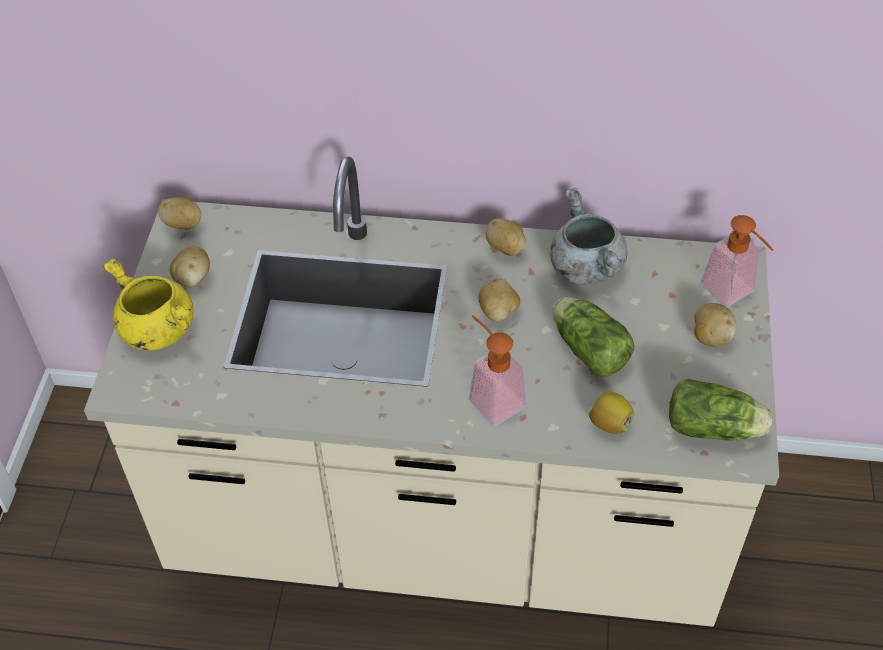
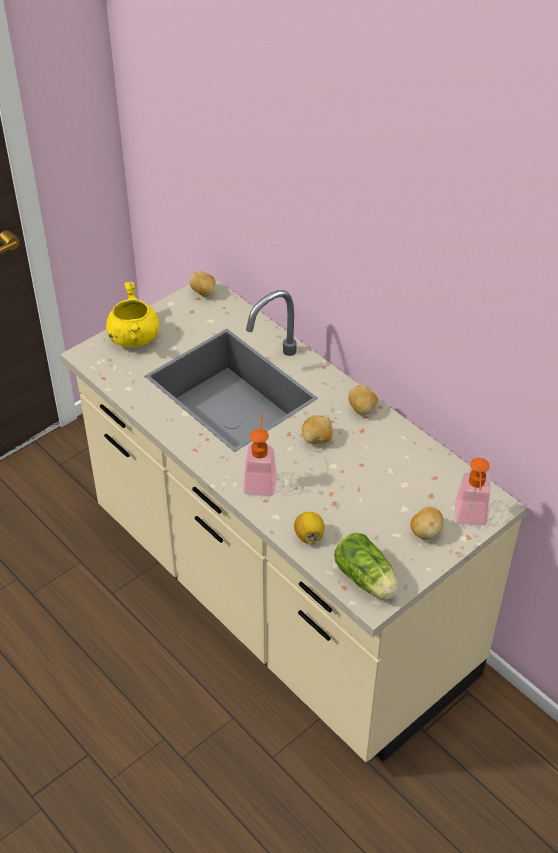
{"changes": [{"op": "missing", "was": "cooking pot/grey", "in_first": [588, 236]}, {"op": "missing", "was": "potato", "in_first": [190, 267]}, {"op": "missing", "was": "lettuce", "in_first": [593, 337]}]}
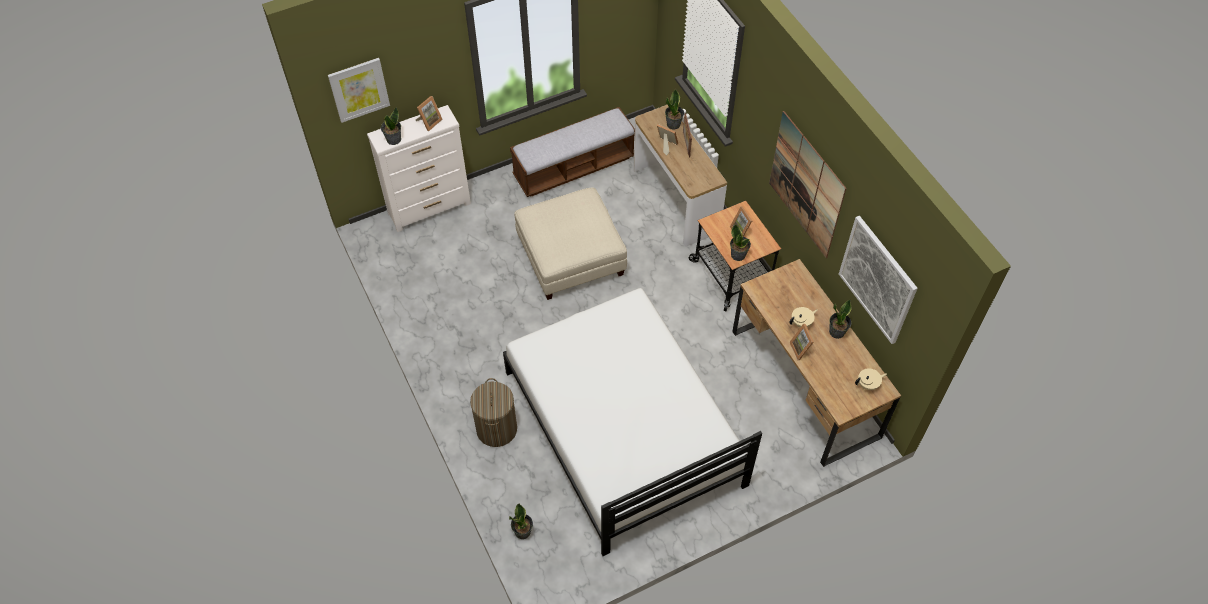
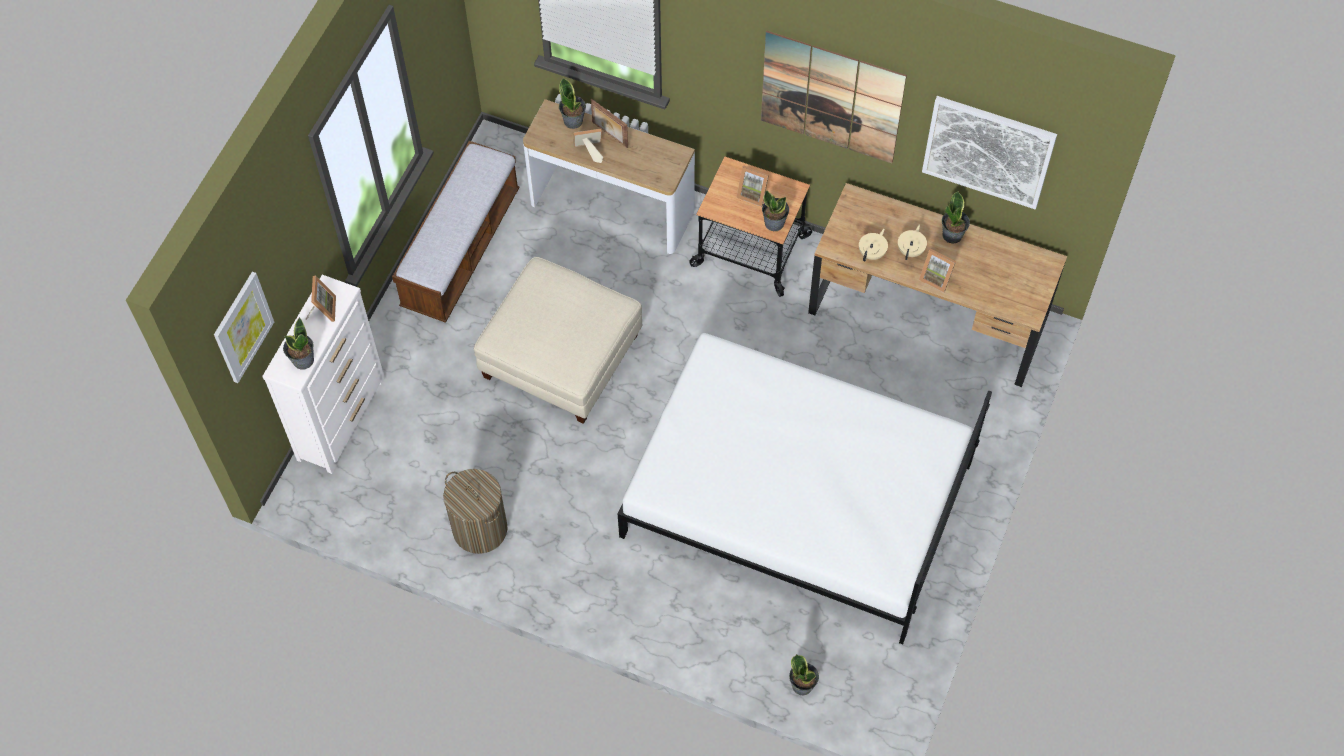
{"changes": [{"op": "relocated", "was": "teapot/beige", "in_first": [871, 379], "in_second": [873, 245]}, {"op": "relocated", "was": "laundry basket", "in_first": [493, 412], "in_second": [475, 511]}]}
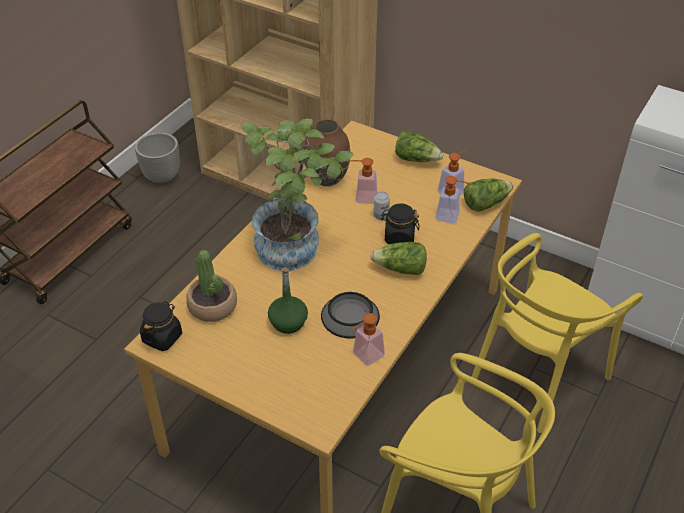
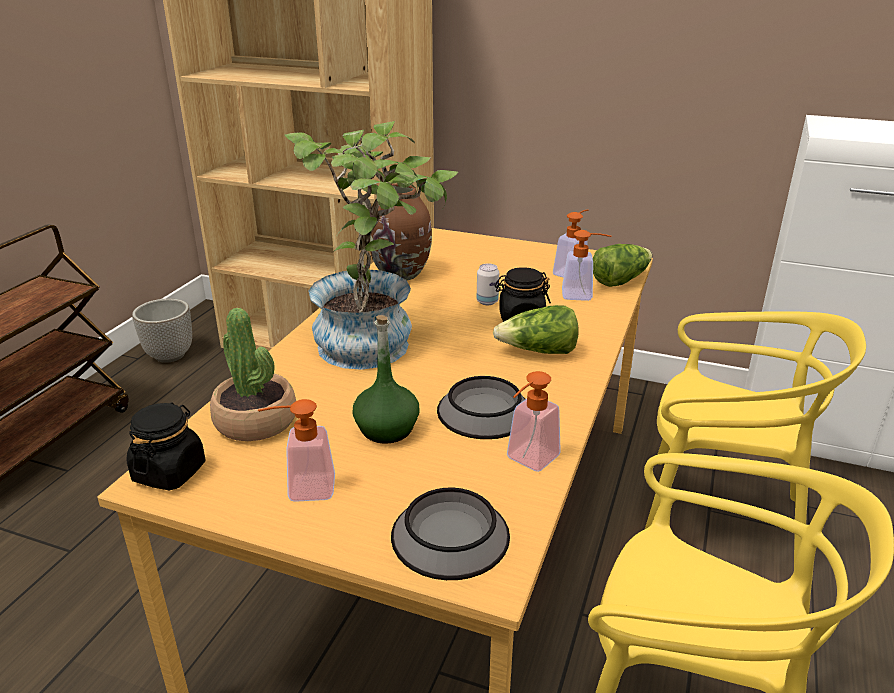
{"changes": [{"op": "missing", "was": "lettuce", "in_first": [419, 146]}, {"op": "relocated", "was": "soap dispenser", "in_first": [362, 181], "in_second": [296, 450]}, {"op": "spun", "was": "chair/yellow", "in_first": [557, 333], "in_second": [755, 440], "clockwise": -105}, {"op": "appeared", "now": "bowl", "in_second": [450, 534]}]}
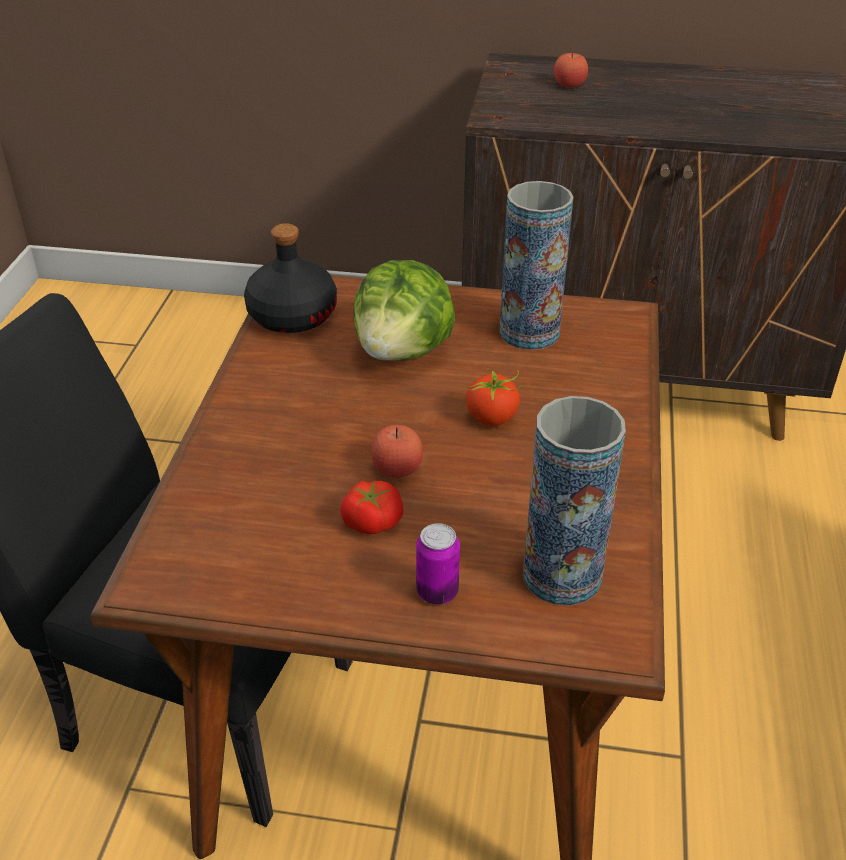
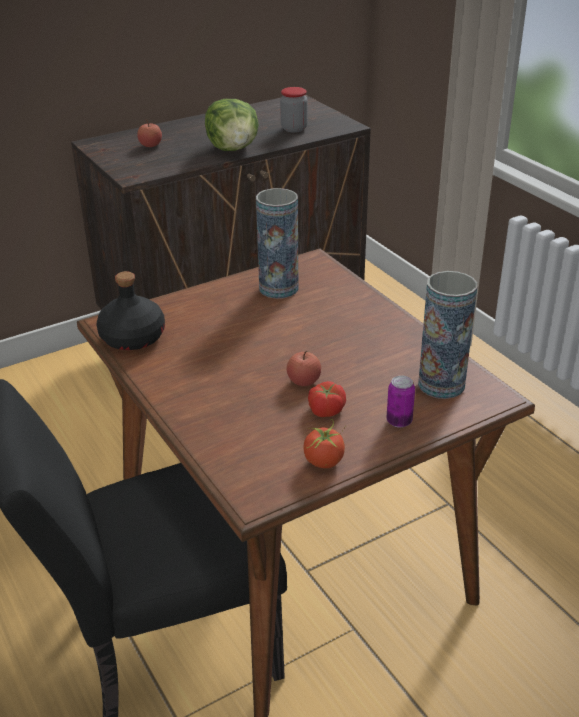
{"changes": [{"op": "relocated", "was": "lettuce", "in_first": [404, 310], "in_second": [232, 125]}, {"op": "relocated", "was": "tomato", "in_first": [494, 397], "in_second": [324, 443]}, {"op": "appeared", "now": "jar", "in_second": [294, 109]}]}
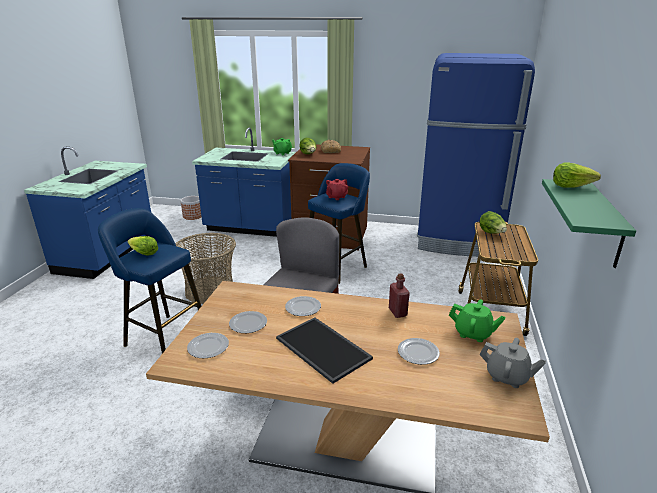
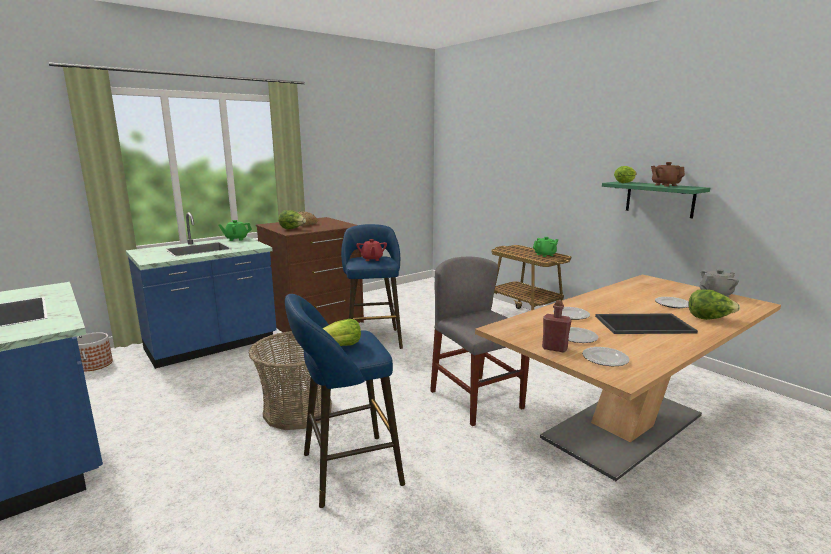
{"changes": [{"op": "missing", "was": "fridge/blue", "in_first": [476, 155]}, {"op": "relocated", "was": "lettuce", "in_first": [493, 222], "in_second": [714, 304]}, {"op": "relocated", "was": "bottle/red", "in_first": [399, 295], "in_second": [557, 326]}, {"op": "relocated", "was": "teapot/green", "in_first": [477, 320], "in_second": [546, 247]}, {"op": "appeared", "now": "teapot/brown", "in_second": [668, 174]}]}
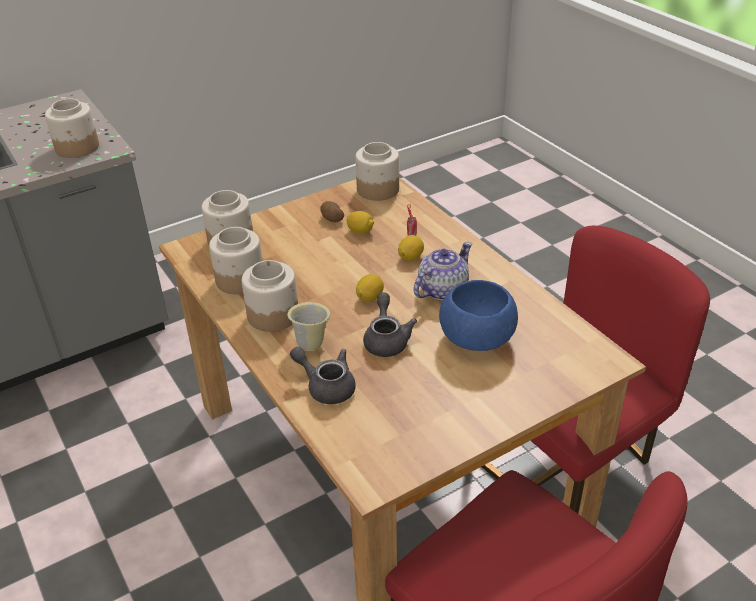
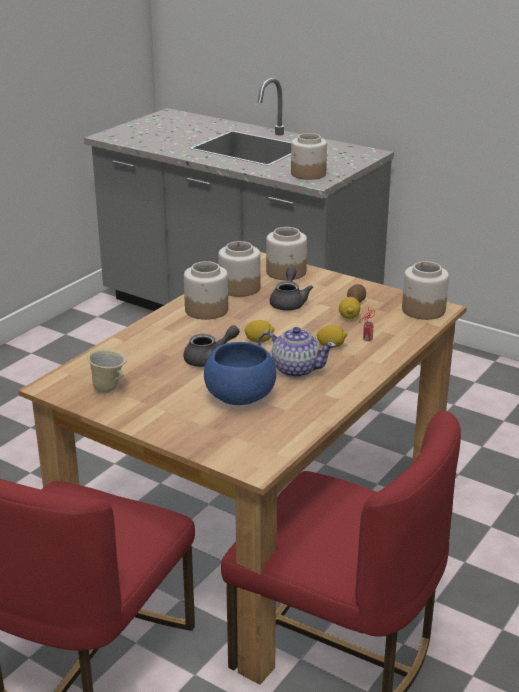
{"changes": [{"op": "relocated", "was": "mug/beige", "in_first": [308, 326], "in_second": [107, 370]}, {"op": "relocated", "was": "teapot/grey", "in_first": [323, 375], "in_second": [291, 289]}]}
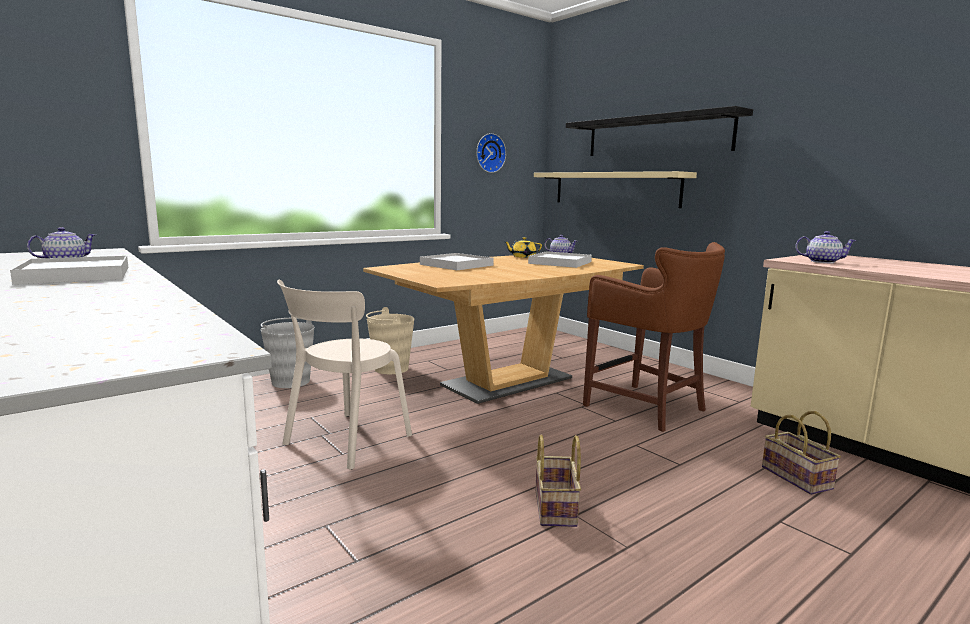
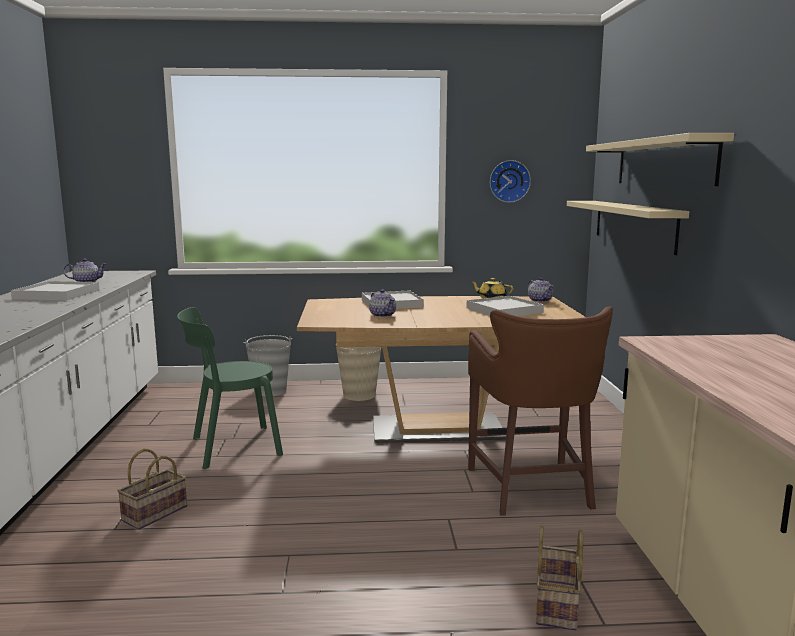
{"changes": [{"op": "colour", "was": "shelf/black", "now": "shelf/beige", "in_first": [659, 131], "in_second": [660, 159]}, {"op": "relocated", "was": "teapot", "in_first": [826, 247], "in_second": [382, 303]}, {"op": "colour", "was": "chair/beige", "now": "chair/green", "in_first": [344, 375], "in_second": [230, 388]}, {"op": "relocated", "was": "basket", "in_first": [558, 481], "in_second": [152, 489]}]}
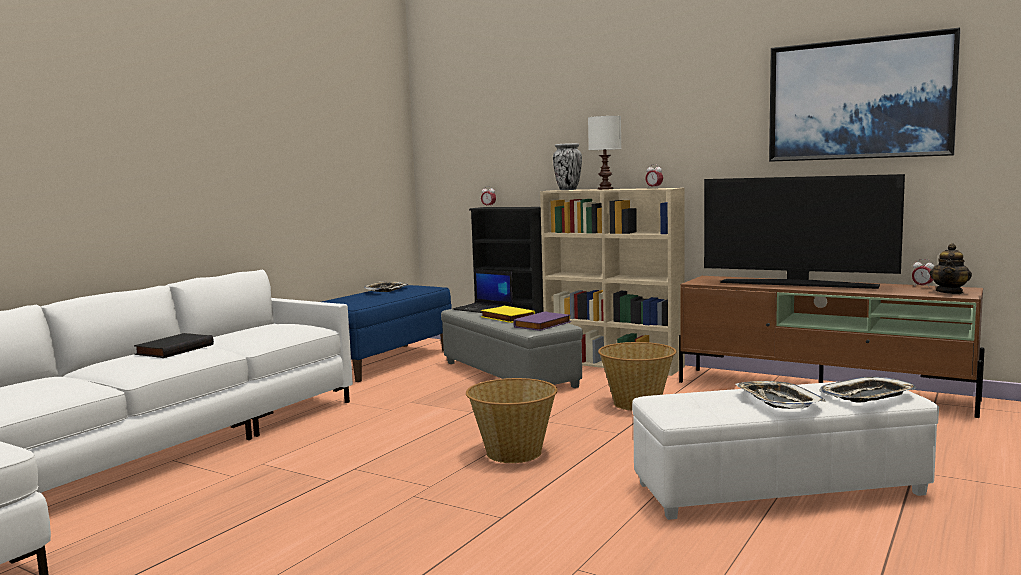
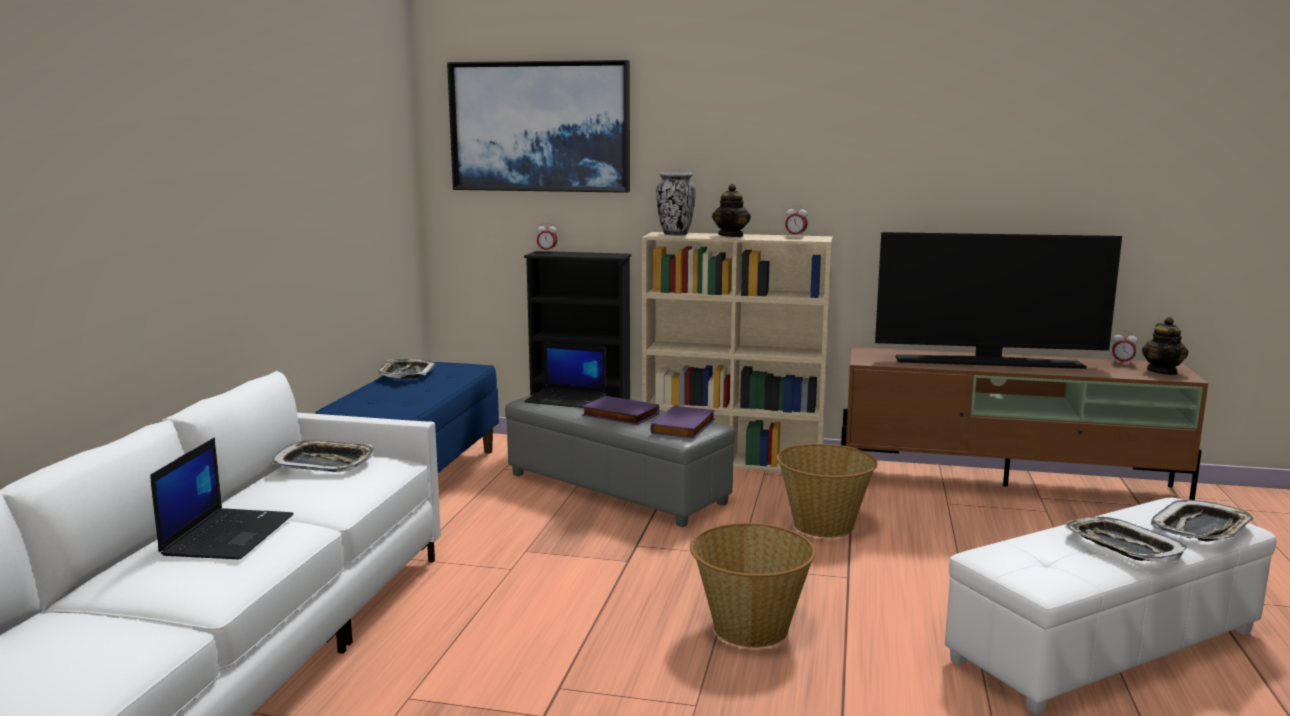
{"changes": [{"op": "relocated", "was": "picture", "in_first": [865, 94], "in_second": [538, 126]}, {"op": "exchanged", "was": "table lamp/white", "now": "teapot", "in_first": [604, 153], "in_second": [731, 210]}, {"op": "colour", "was": "book/yellow", "now": "book/purple", "in_first": [508, 314], "in_second": [620, 410]}, {"op": "exchanged", "was": "book/black", "now": "laptop", "in_first": [174, 345], "in_second": [222, 498]}, {"op": "appeared", "now": "tray", "in_second": [323, 456]}]}
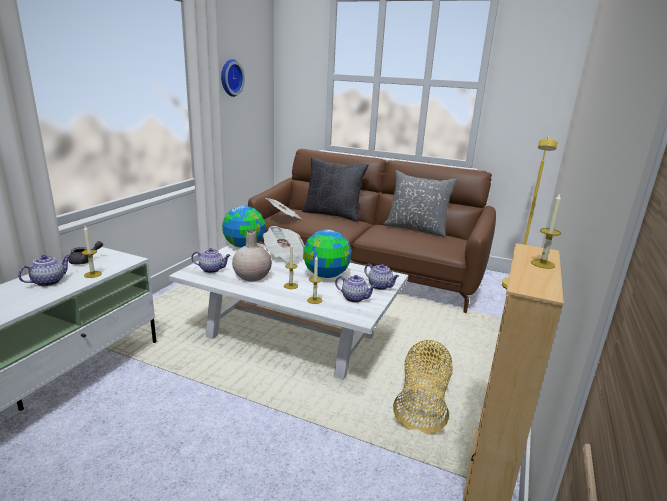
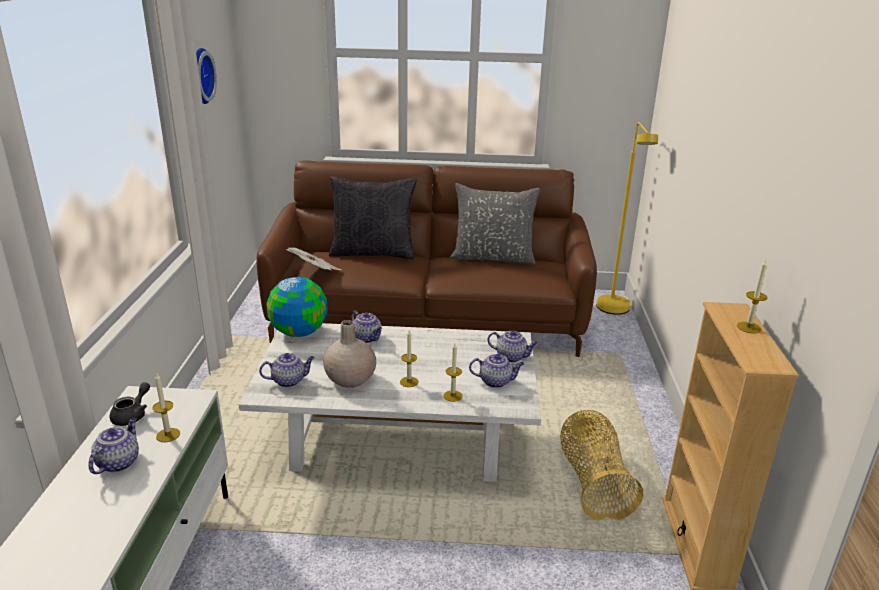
{"changes": [{"op": "exchanged", "was": "newspaper", "now": "teapot", "in_first": [284, 245], "in_second": [366, 327]}, {"op": "missing", "was": "globe", "in_first": [327, 254]}]}
